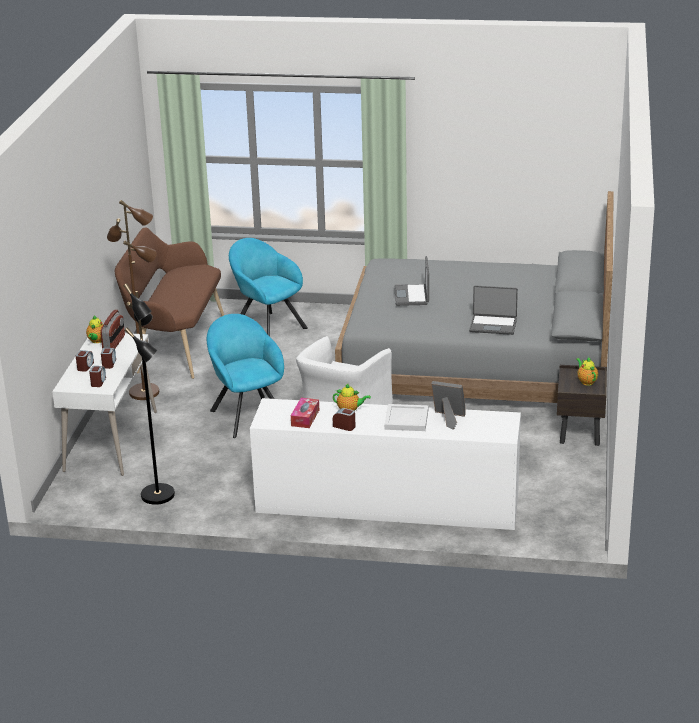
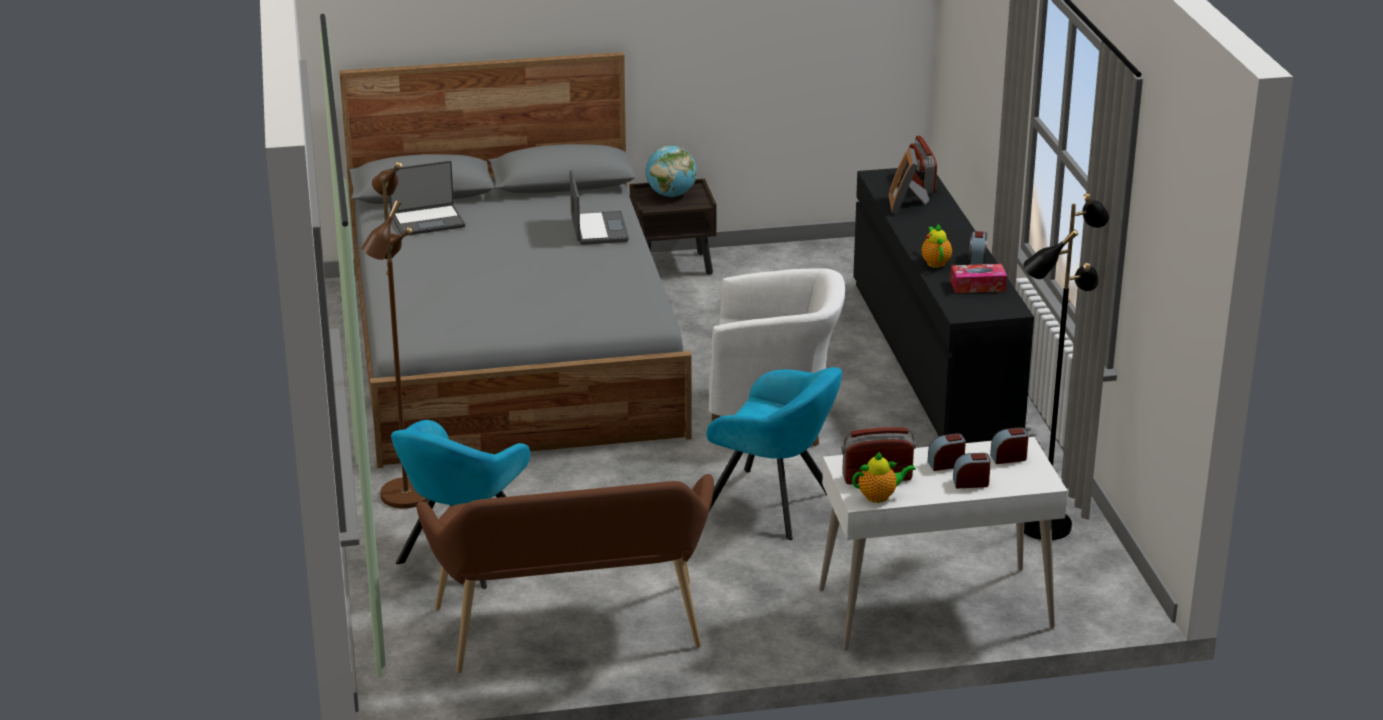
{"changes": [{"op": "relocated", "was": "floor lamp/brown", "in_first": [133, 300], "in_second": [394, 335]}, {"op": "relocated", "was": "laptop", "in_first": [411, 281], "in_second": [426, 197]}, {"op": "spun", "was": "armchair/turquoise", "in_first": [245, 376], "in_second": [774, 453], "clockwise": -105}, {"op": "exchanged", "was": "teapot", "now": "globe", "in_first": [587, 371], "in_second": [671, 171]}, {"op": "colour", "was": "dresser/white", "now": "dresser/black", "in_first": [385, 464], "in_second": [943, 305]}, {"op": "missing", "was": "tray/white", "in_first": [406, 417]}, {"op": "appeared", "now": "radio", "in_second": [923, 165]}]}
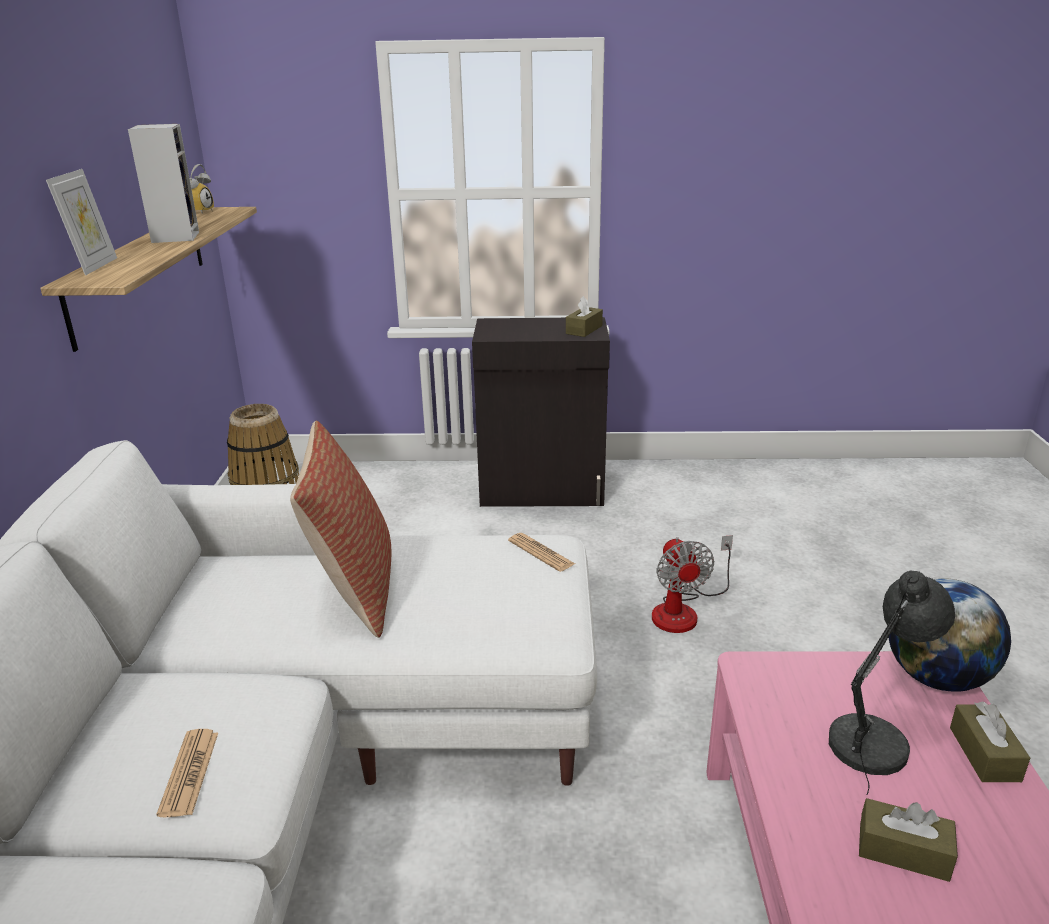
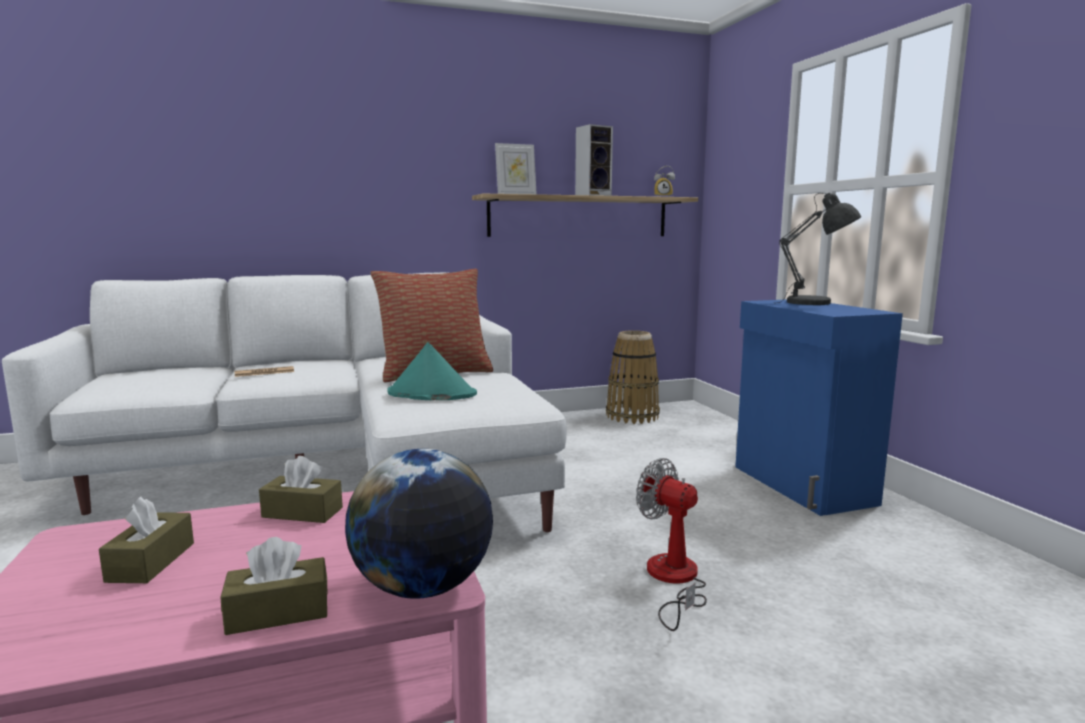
{"changes": [{"op": "relocated", "was": "tissue box/brown", "in_first": [584, 316], "in_second": [301, 489]}, {"op": "colour", "was": "cabinet/black", "now": "cabinet/blue", "in_first": [541, 412], "in_second": [819, 407]}, {"op": "missing", "was": "newspaper", "in_first": [541, 552]}, {"op": "spun", "was": "fan", "in_first": [692, 584], "in_second": [671, 544], "clockwise": 75}, {"op": "relocated", "was": "table lamp/grey", "in_first": [892, 683], "in_second": [819, 249]}, {"op": "appeared", "now": "hat/turquoise", "in_second": [432, 371]}]}
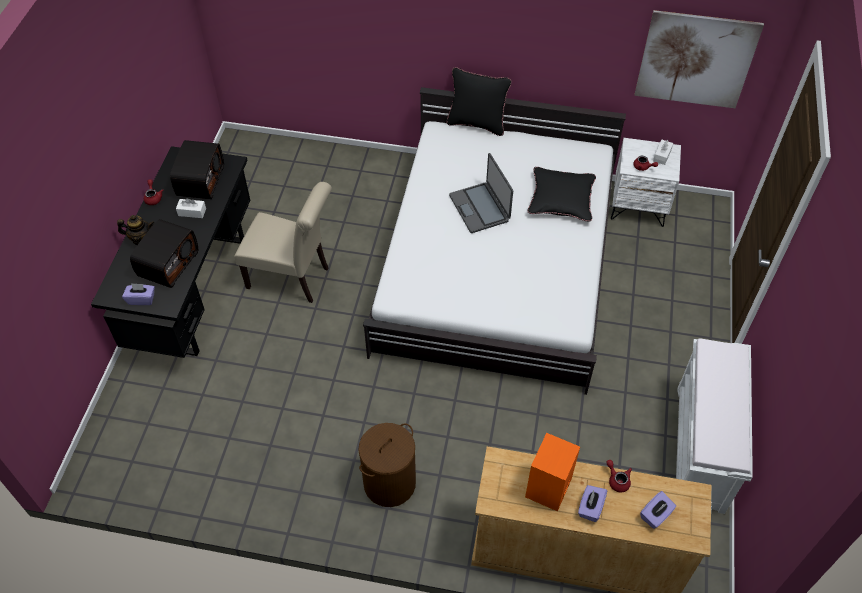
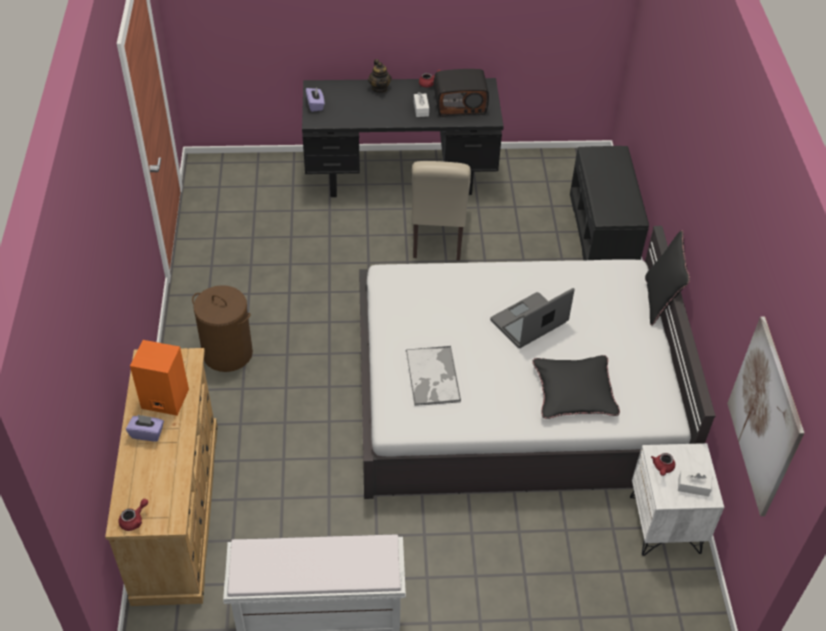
{"changes": [{"op": "missing", "was": "radio", "in_first": [164, 253]}, {"op": "relocated", "was": "teapot/red", "in_first": [619, 476], "in_second": [133, 515]}, {"op": "missing", "was": "tissue box/purple", "in_first": [658, 510]}, {"op": "appeared", "now": "bench/black", "in_second": [609, 203]}, {"op": "appeared", "now": "tray", "in_second": [433, 376]}]}
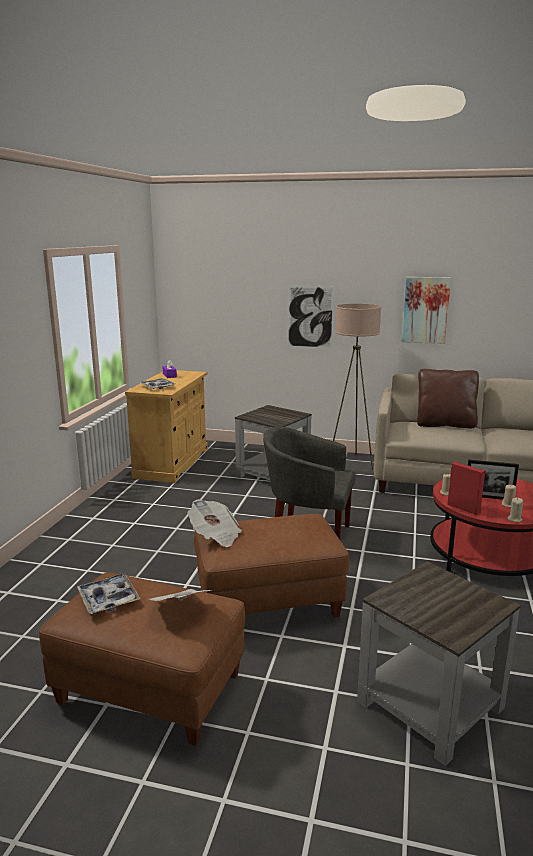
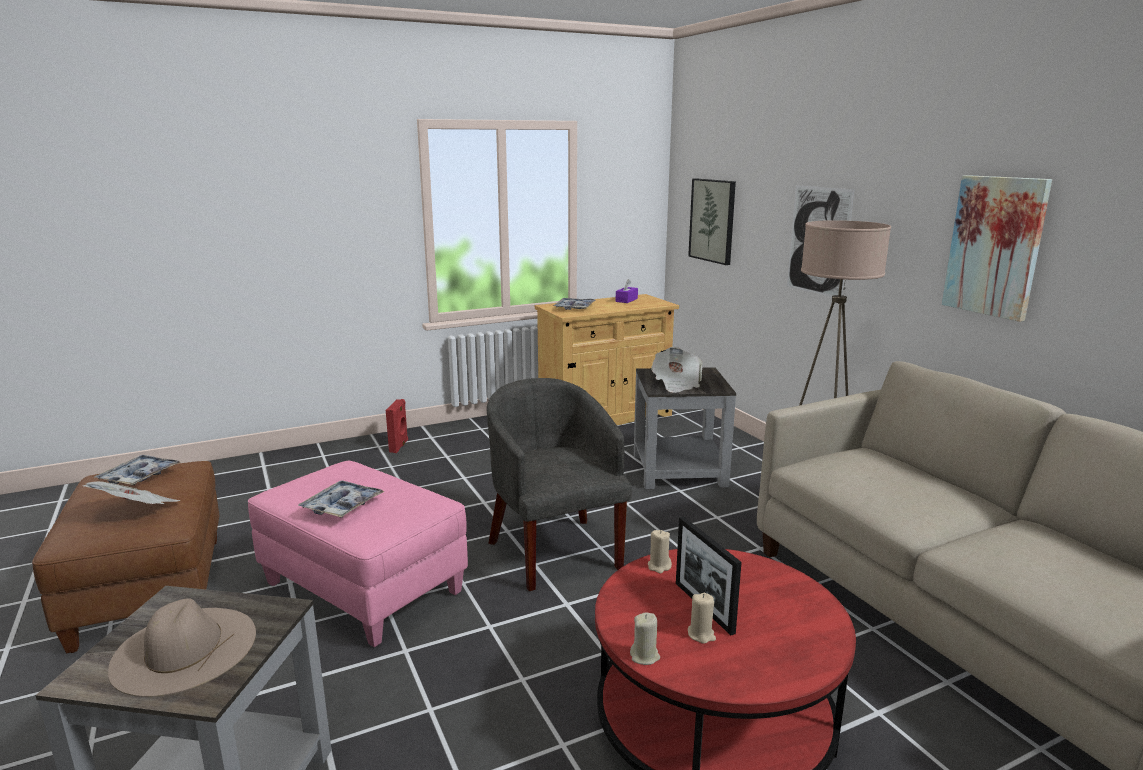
{"changes": [{"op": "missing", "was": "pillow/brown", "in_first": [448, 398]}, {"op": "relocated", "was": "speaker/red", "in_first": [466, 488], "in_second": [397, 426]}, {"op": "relocated", "was": "newspaper", "in_first": [214, 523], "in_second": [677, 370]}, {"op": "colour", "was": "ottoman/brown", "now": "ottoman/pink", "in_first": [271, 565], "in_second": [358, 554]}, {"op": "appeared", "now": "picture", "in_second": [712, 221]}, {"op": "appeared", "now": "tray", "in_second": [341, 499]}, {"op": "appeared", "now": "hat/beige", "in_second": [182, 647]}]}
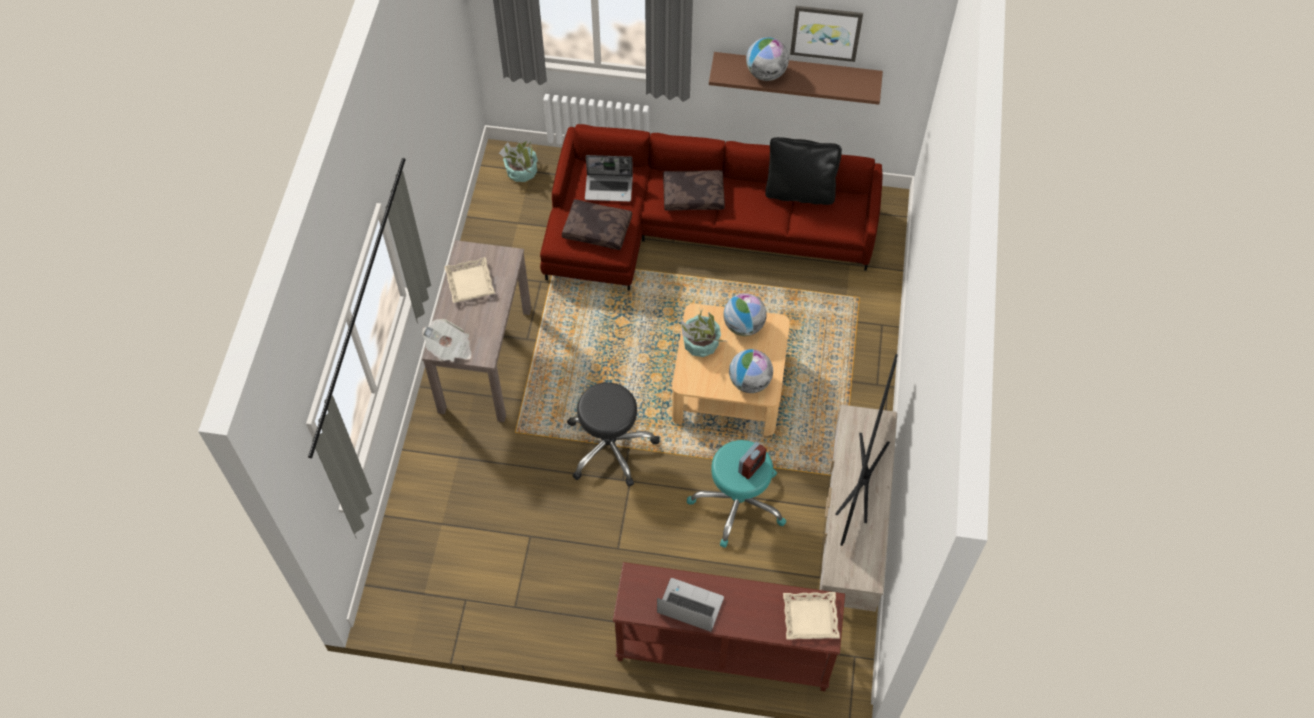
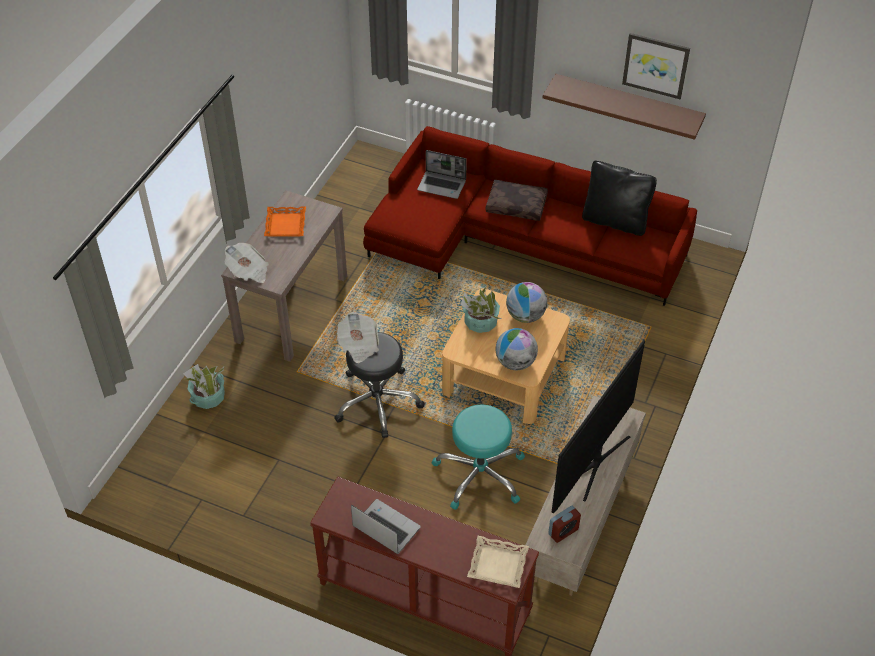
{"changes": [{"op": "missing", "was": "globe", "in_first": [767, 59]}, {"op": "relocated", "was": "potted plant", "in_first": [518, 161], "in_second": [204, 386]}, {"op": "missing", "was": "pillow/brown", "in_first": [597, 224]}, {"op": "colour", "was": "tray/beige", "now": "tray/orange", "in_first": [469, 280], "in_second": [285, 222]}, {"op": "relocated", "was": "alarm clock", "in_first": [752, 460], "in_second": [564, 524]}, {"op": "appeared", "now": "newspaper", "in_second": [358, 337]}]}
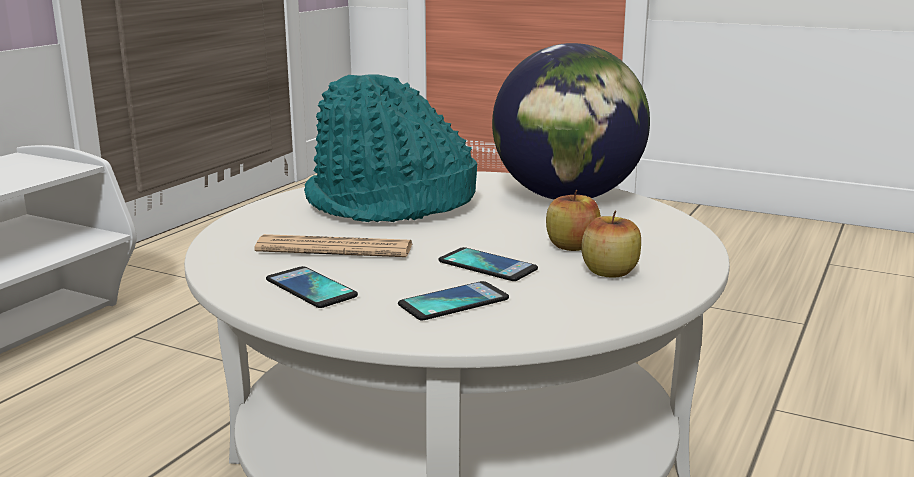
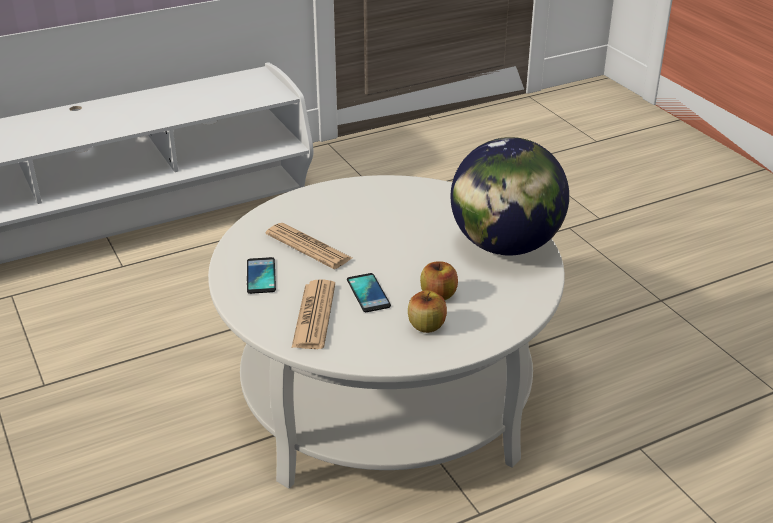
{"changes": [{"op": "missing", "was": "hat/turquoise", "in_first": [390, 148]}, {"op": "exchanged", "was": "phone", "now": "newspaper", "in_first": [453, 300], "in_second": [313, 314]}]}
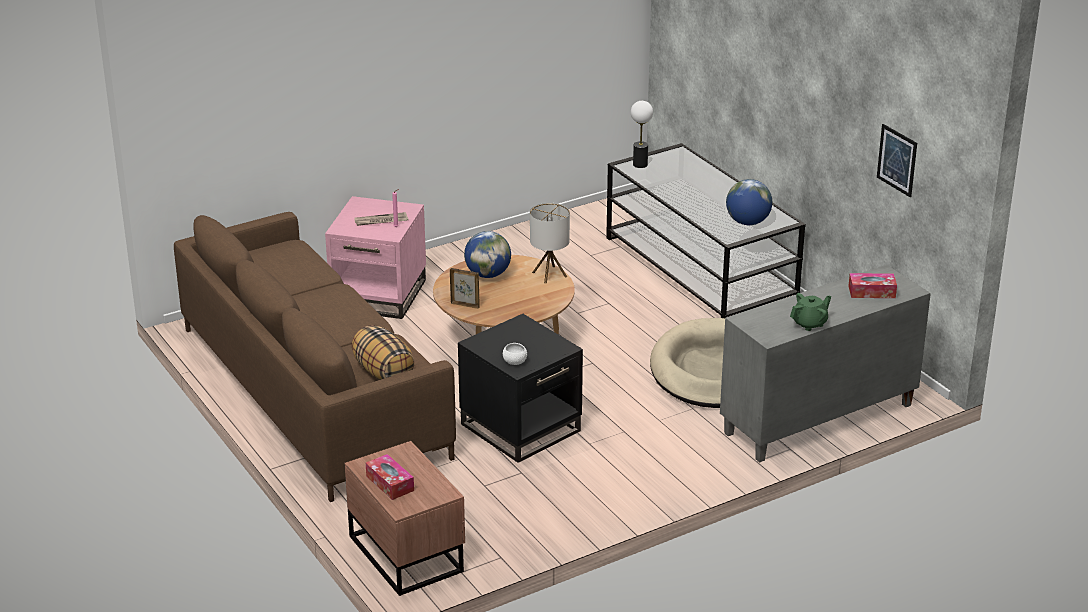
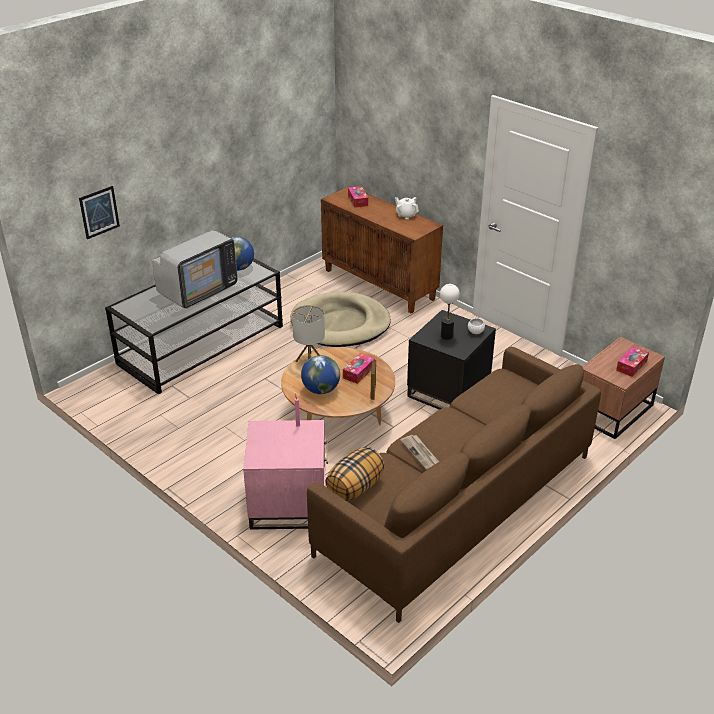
{"changes": [{"op": "relocated", "was": "table lamp", "in_first": [642, 134], "in_second": [450, 312]}, {"op": "relocated", "was": "picture", "in_first": [897, 160], "in_second": [99, 212]}, {"op": "relocated", "was": "newspaper", "in_first": [382, 219], "in_second": [419, 452]}, {"op": "colour", "was": "cabinet/grey", "now": "cabinet/brown", "in_first": [825, 363], "in_second": [382, 250]}, {"op": "colour", "was": "teapot/green", "now": "teapot/white", "in_first": [810, 312], "in_second": [407, 208]}, {"op": "relocated", "was": "pillow", "in_first": [383, 352], "in_second": [355, 474]}, {"op": "appeared", "now": "television", "in_second": [194, 269]}, {"op": "appeared", "now": "tissue box", "in_second": [359, 368]}]}
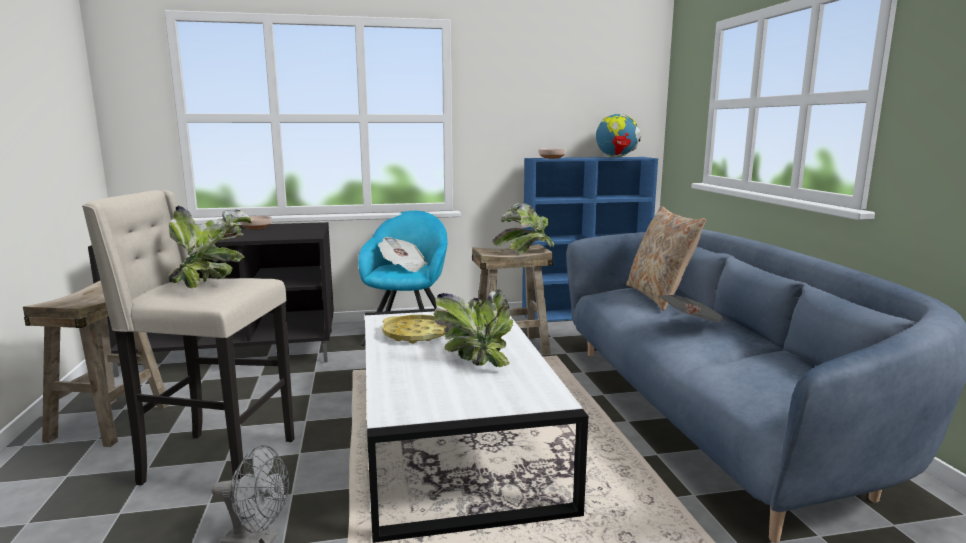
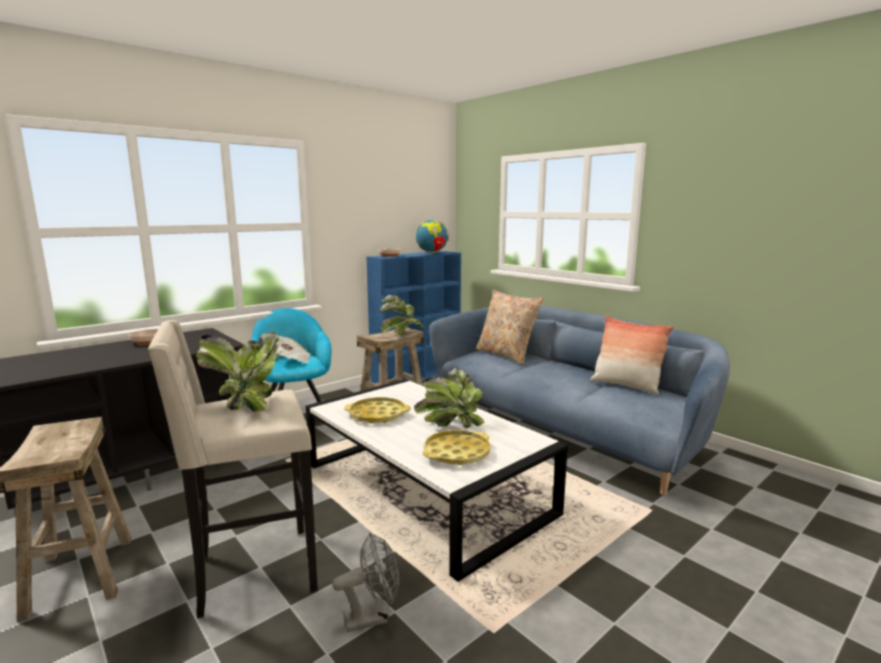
{"changes": [{"op": "missing", "was": "newspaper", "in_first": [691, 308]}, {"op": "appeared", "now": "pillow", "in_second": [631, 355]}, {"op": "appeared", "now": "tray/yellow", "in_second": [456, 447]}]}
